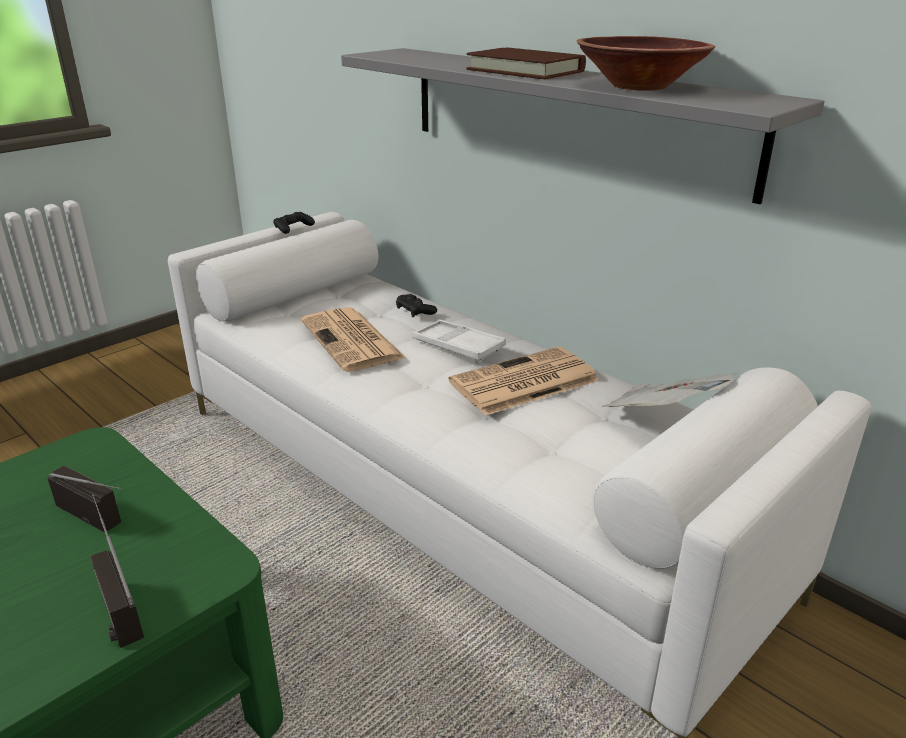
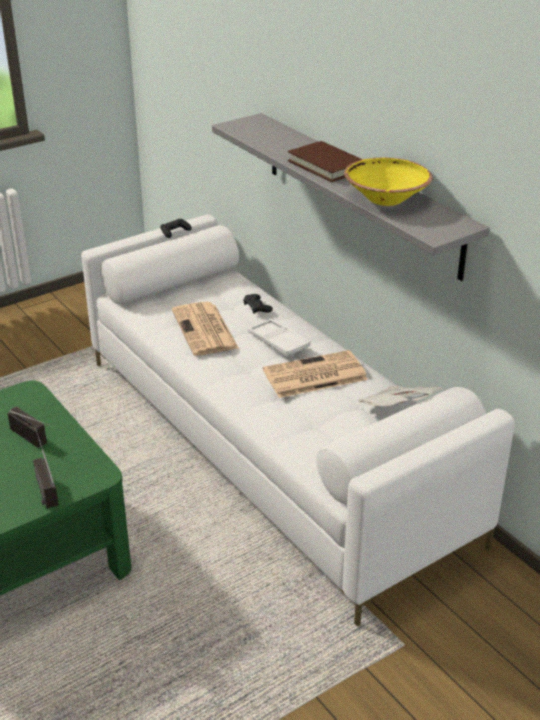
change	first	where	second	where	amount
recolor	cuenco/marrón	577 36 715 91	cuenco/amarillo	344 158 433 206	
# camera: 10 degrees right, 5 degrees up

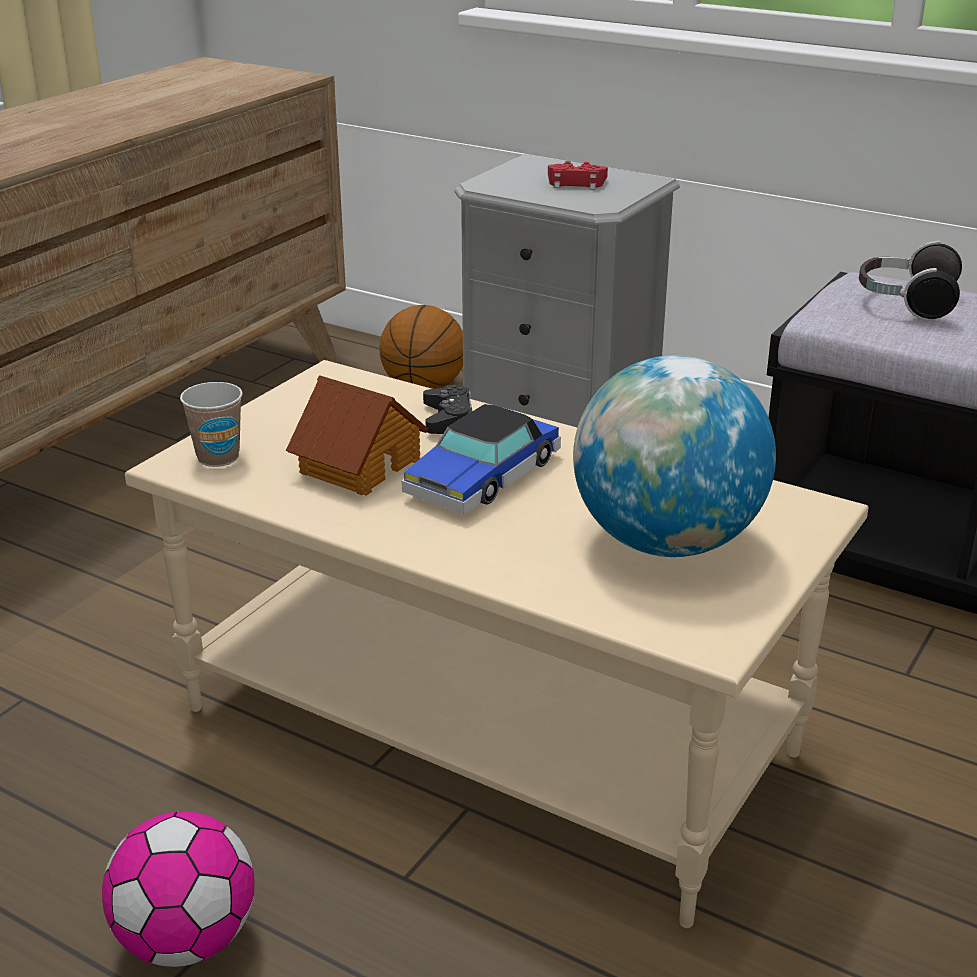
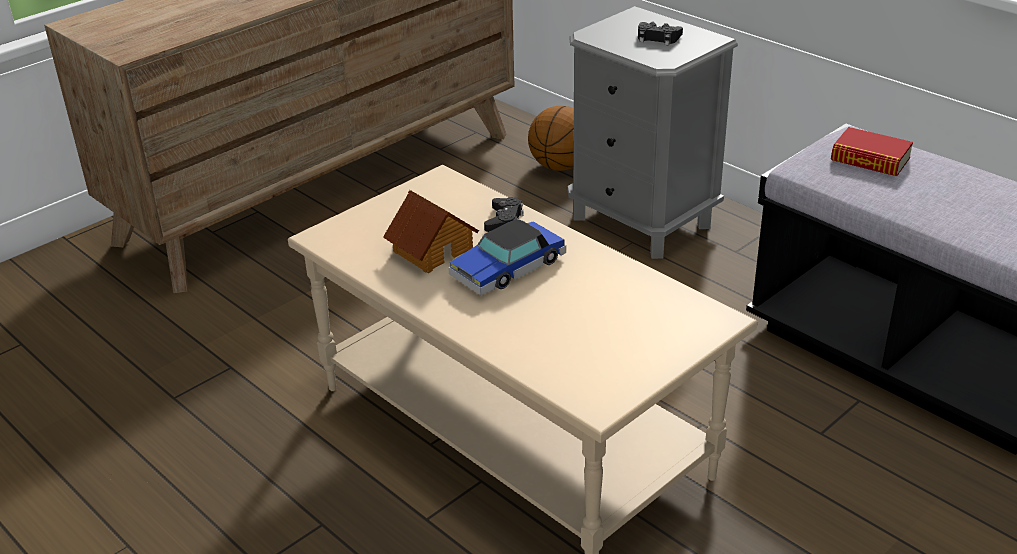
change	first	where	second	where	amount
recolor	mando de consola/rojo	548 161 608 190	mando de consola/negro	638 21 683 45	
replace	auriculares	859 241 962 321	libro	831 127 913 176	
delete	globo terráqueo	573 355 776 557			
delete	taza	180 382 243 467			
delete	balón de fútbol	102 811 255 967			
# camera: 15 degrees right, 5 degrees up

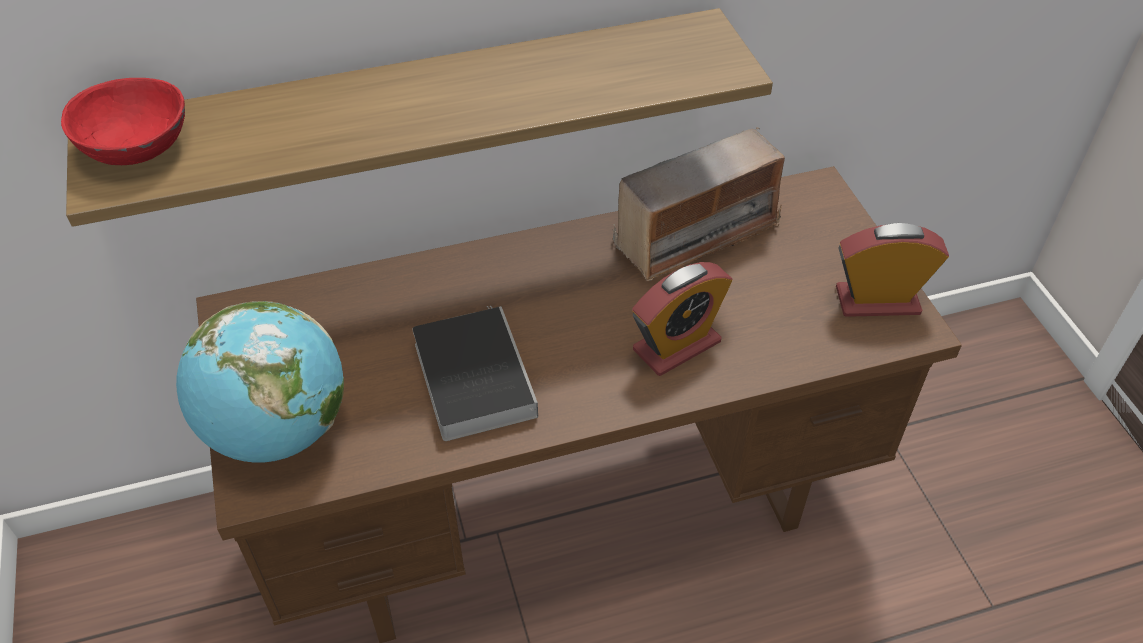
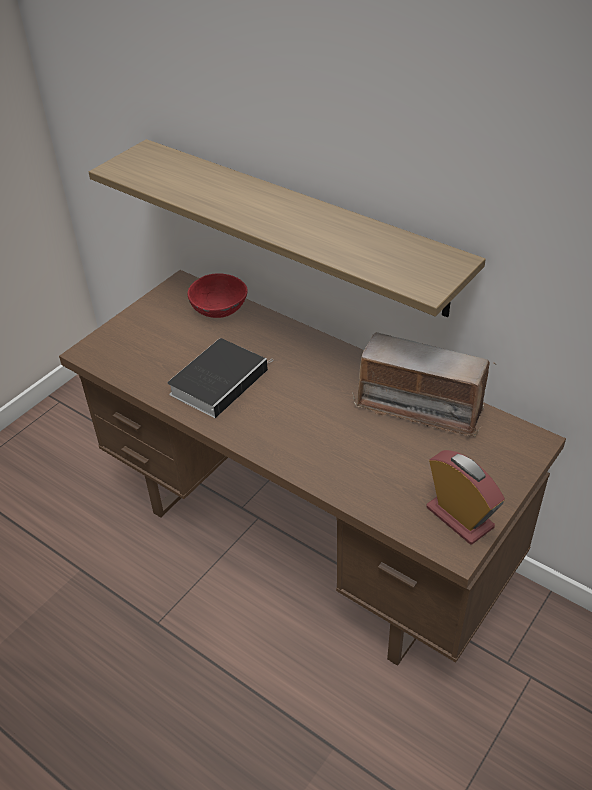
change	first	where	second	where	amount
move	cuenco/rojo	61 78 185 165		187 273 248 318	
delete	despertador	632 262 732 376			
delete	globo terráqueo	176 301 344 462			
# camera: 55 degrees right, 5 degrees down

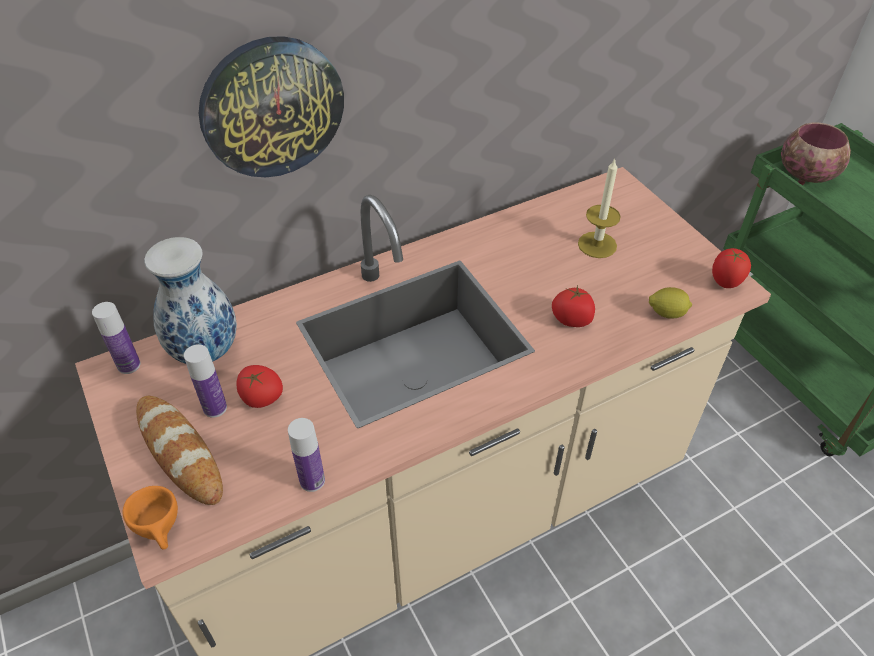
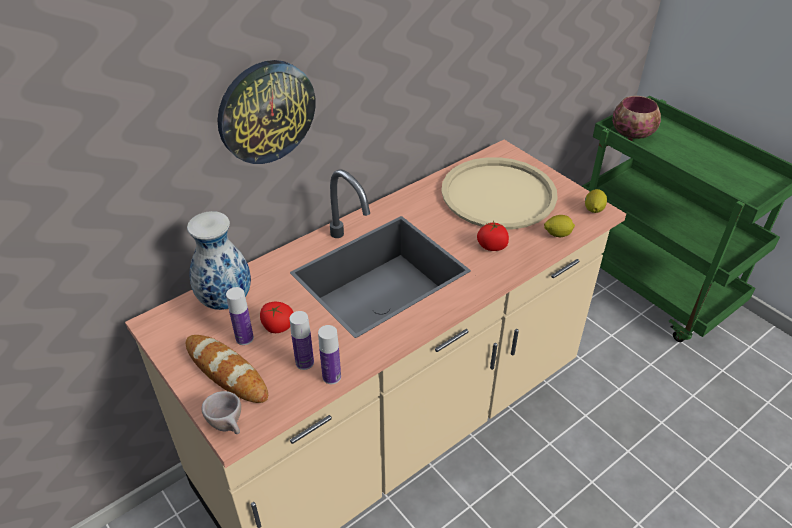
change	first	where	second	where	amount
replace	vela	578 159 621 258	bandeja/beis	441 157 558 230	
replace	tomate	712 248 751 288	limón	585 189 607 213	
move	botella	92 302 141 374		289 311 314 370	
recolor	taza/naranja	122 486 178 550	taza/beis	202 391 241 434	
# camera: 10 degrees left, 5 degrees down

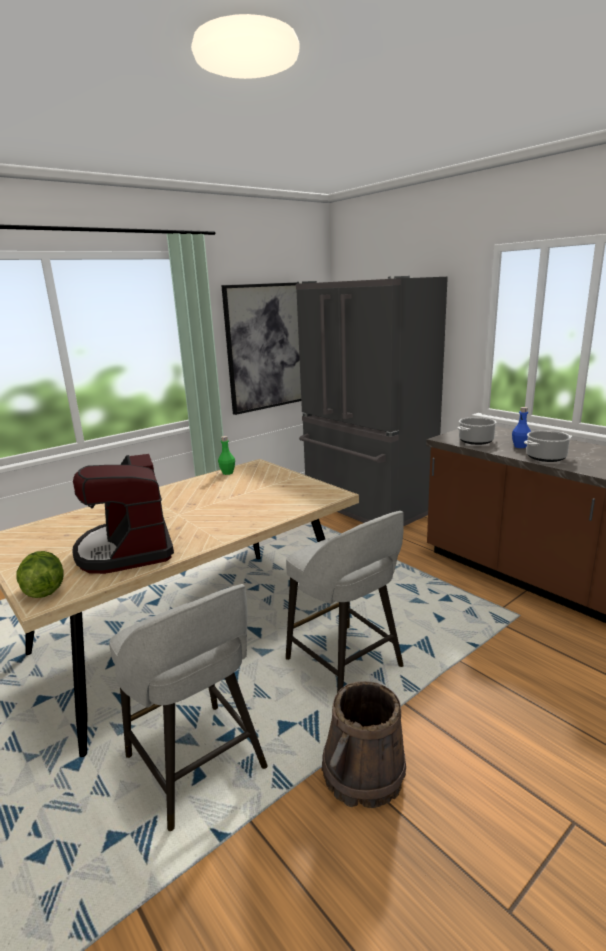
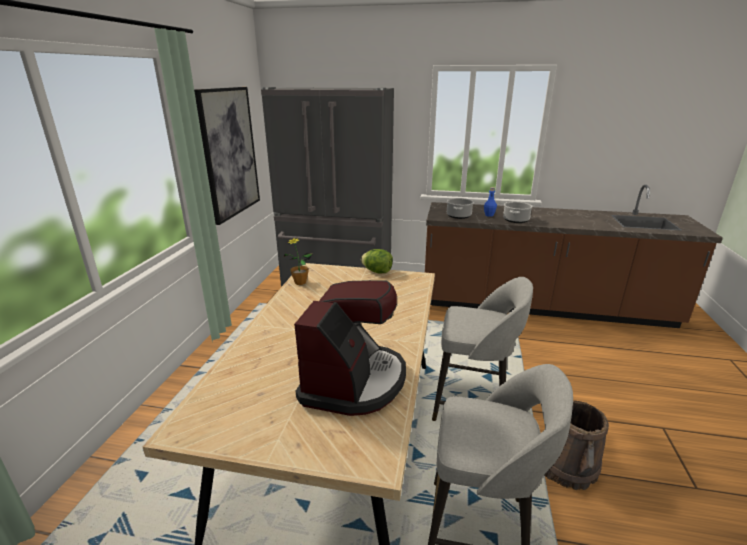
change	first	where	second	where	amount
replace	botella/verde	218 436 235 475	planta en maceta	284 238 313 285	
rotate	cafetera	73 454 174 574		294 280 406 416	105 degrees counterclockwise
move	lechuga	16 551 64 598		361 249 393 273	
# camera: 40 degrees left, 5 degrees up

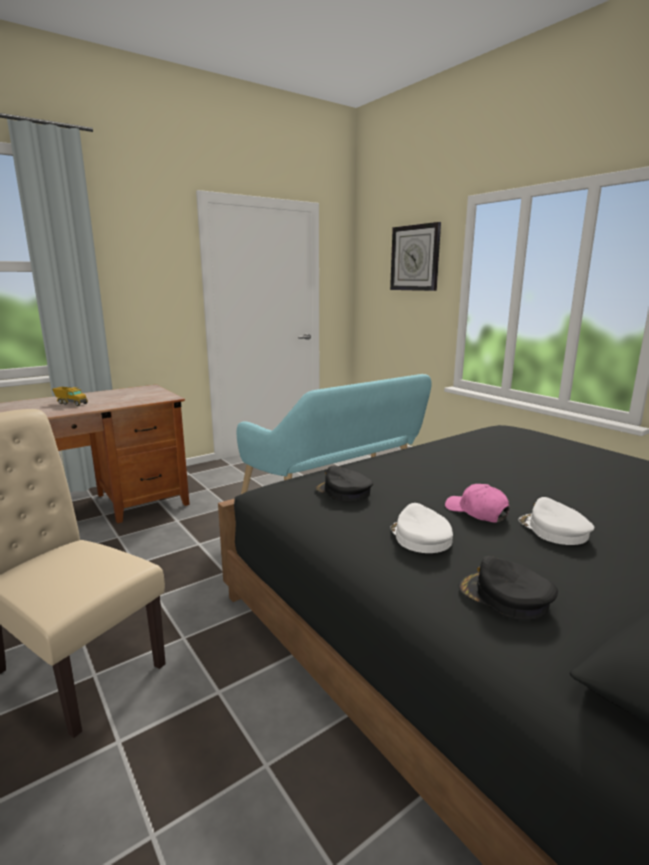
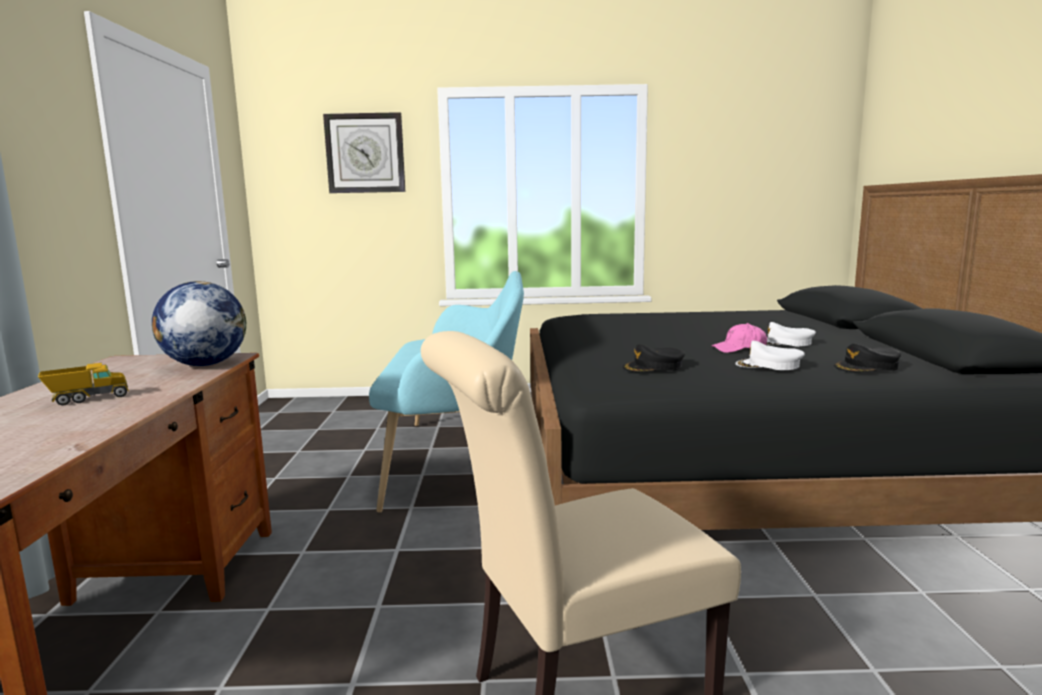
change	first	where	second	where	amount
insert			globo terráqueo	152 281 246 366	
# camera: 55 degrees left, 5 degrees down

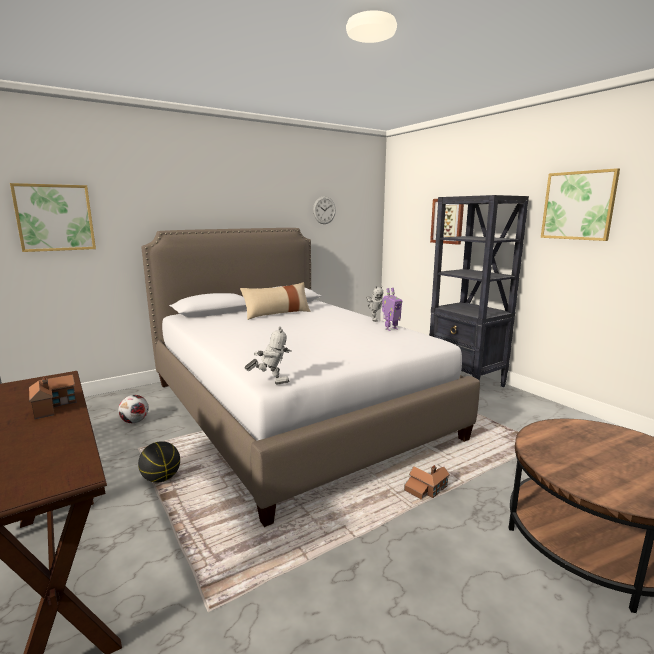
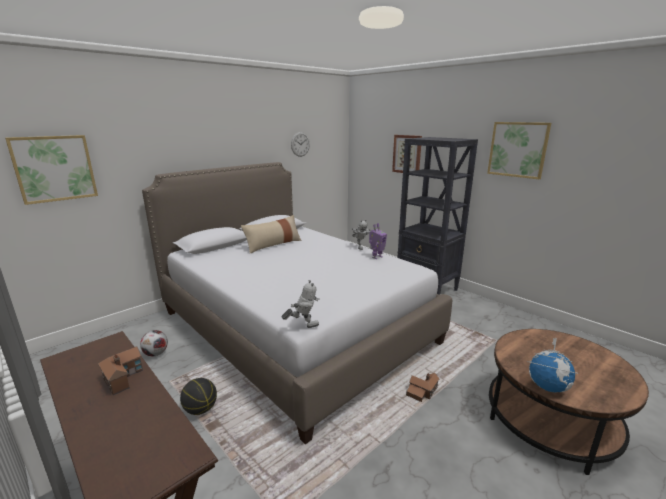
change	first	where	second	where	amount
insert			globo terráqueo	527 338 579 392	
# camera: 10 degrees left, 5 degrees up

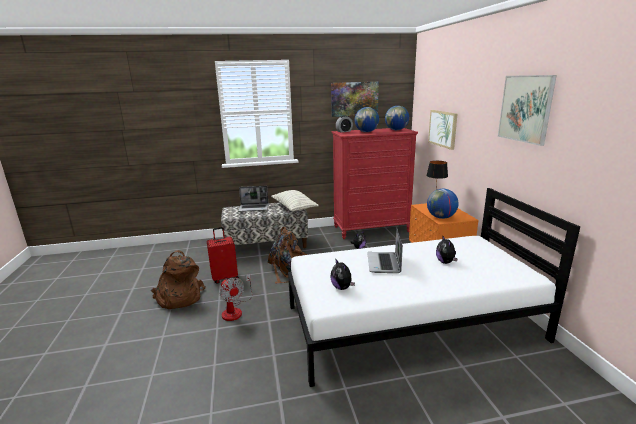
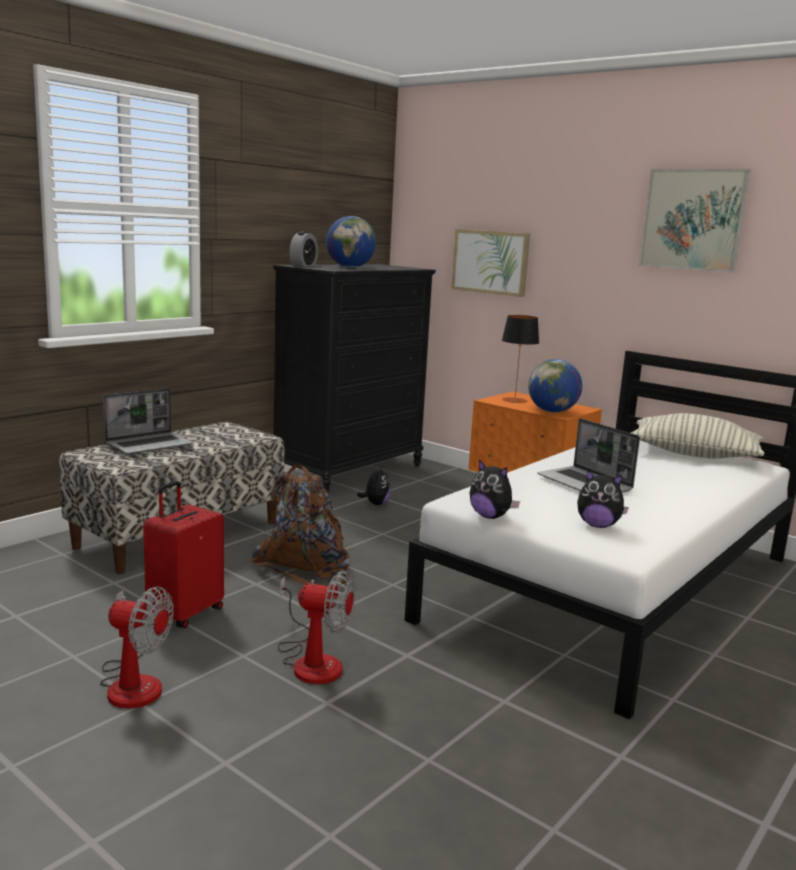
change	first	where	second	where	amount
delete	cuadro	331 82 379 117			
delete	globo terráqueo	385 106 409 130			
recolor	cómoda/rojo	332 128 418 239	cómoda/negro	273 264 436 492	
move	cojín	271 190 319 211		631 413 765 459	
move	peluche	436 235 458 264		470 460 520 519	
replace	mochila/marrón	151 250 206 309	ventilador	100 586 173 709	
# camera: 40 degrees left, 5 degrees down

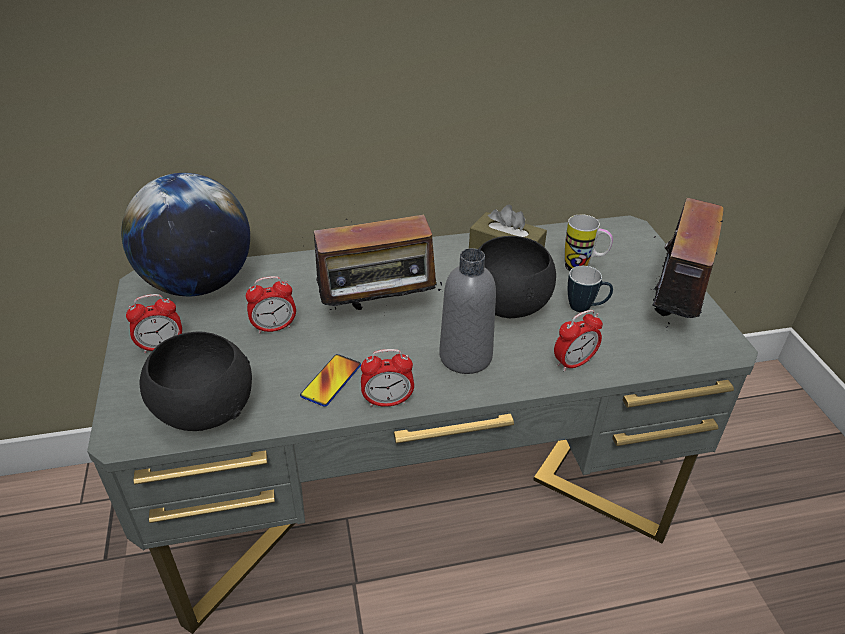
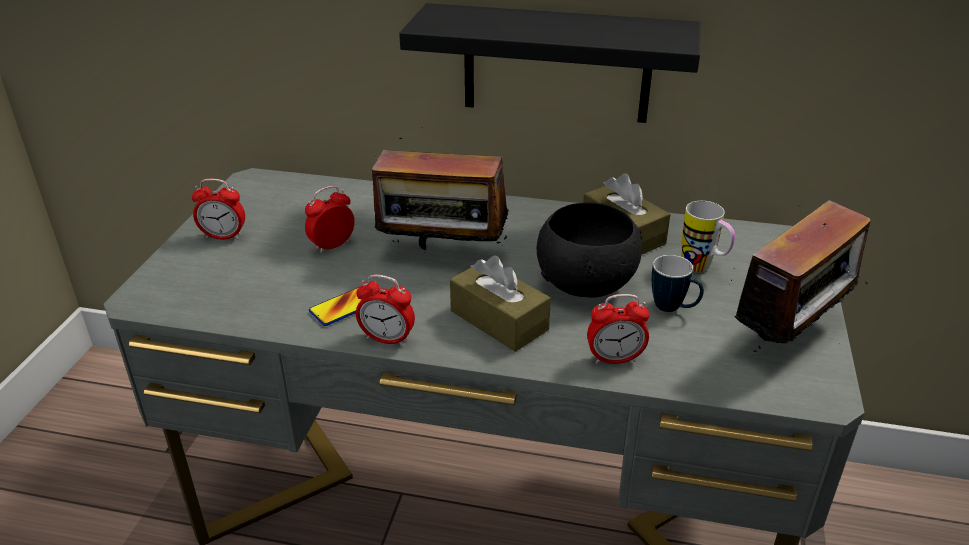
change	first	where	second	where	amount
delete	globo terráqueo	121 173 250 296			
replace	botella/gris	439 248 496 374	caja de pañuelos/marrón	450 255 551 352	
rotate	despertador	246 276 296 334		305 186 355 253	135 degrees clockwise
delete	cuenco/negro	140 332 252 431			
insert			estante/negro	399 3 701 123	
# camera: 25 degrees right, 5 degrees down

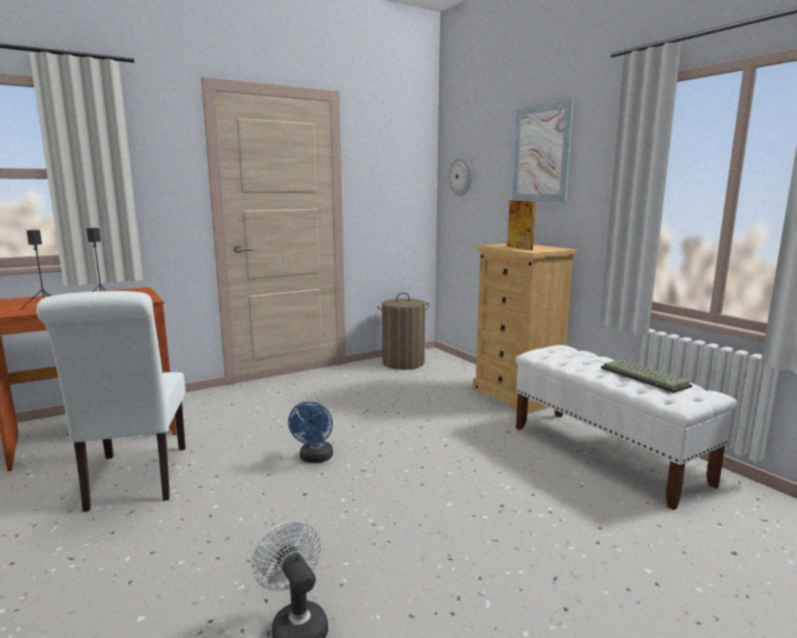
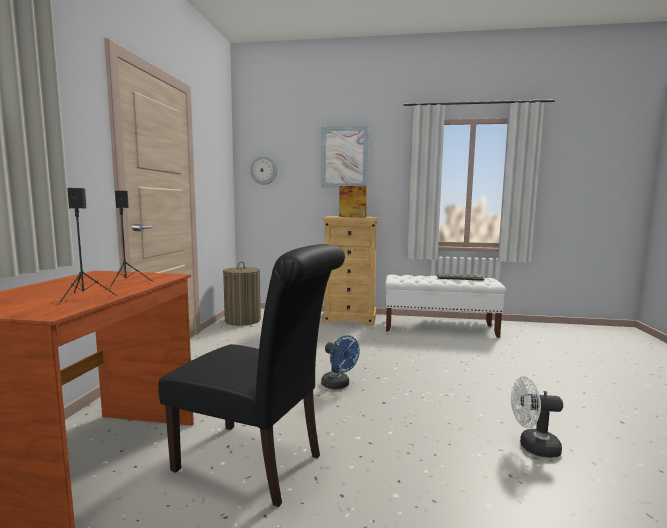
change	first	where	second	where	amount
recolor	silla/blanco	36 291 186 512	silla/negro	158 244 345 507	
# camera: 50 degrees left, 5 degrees down

